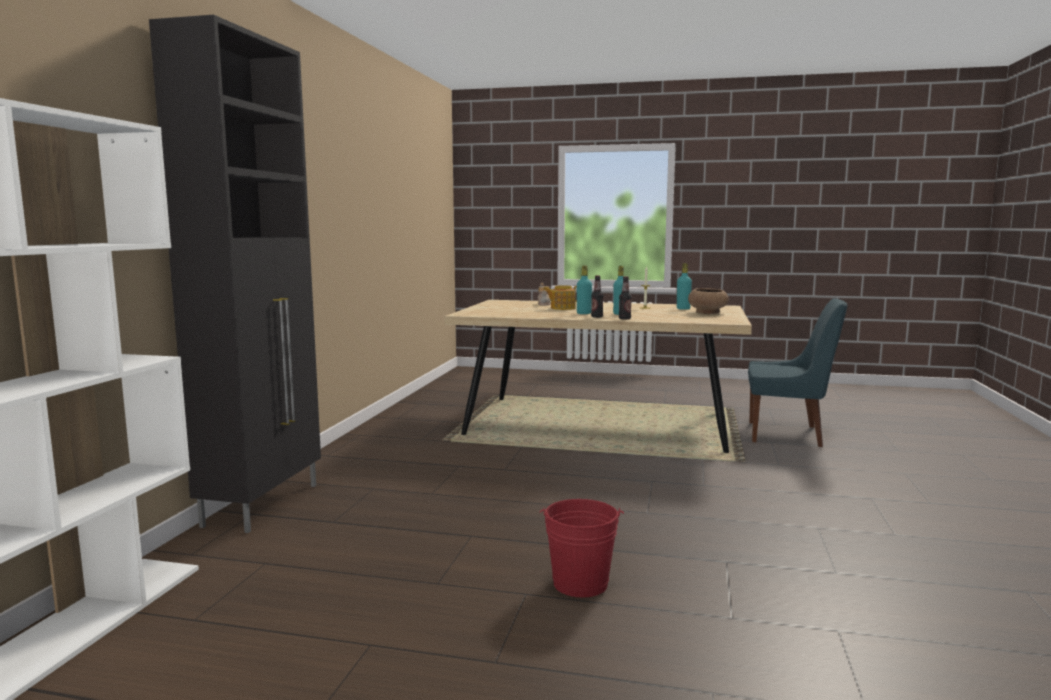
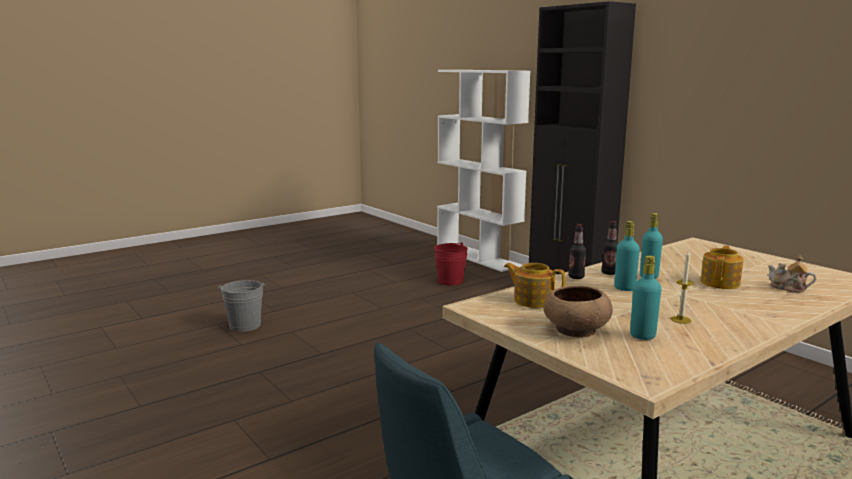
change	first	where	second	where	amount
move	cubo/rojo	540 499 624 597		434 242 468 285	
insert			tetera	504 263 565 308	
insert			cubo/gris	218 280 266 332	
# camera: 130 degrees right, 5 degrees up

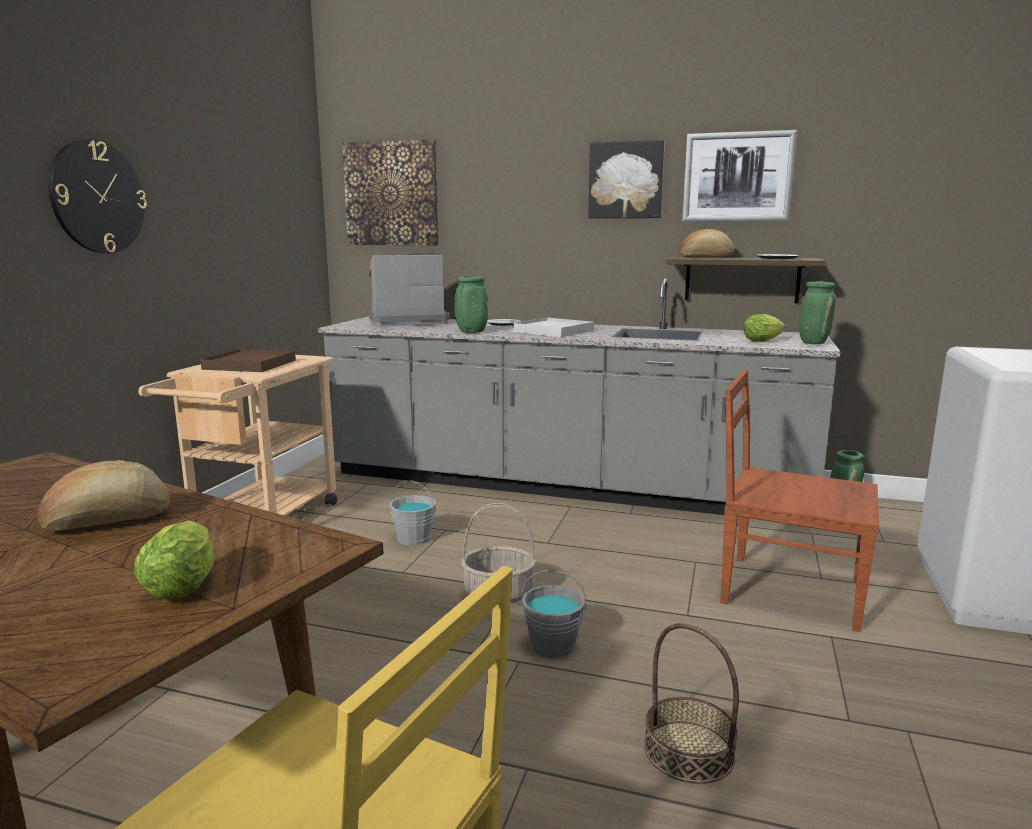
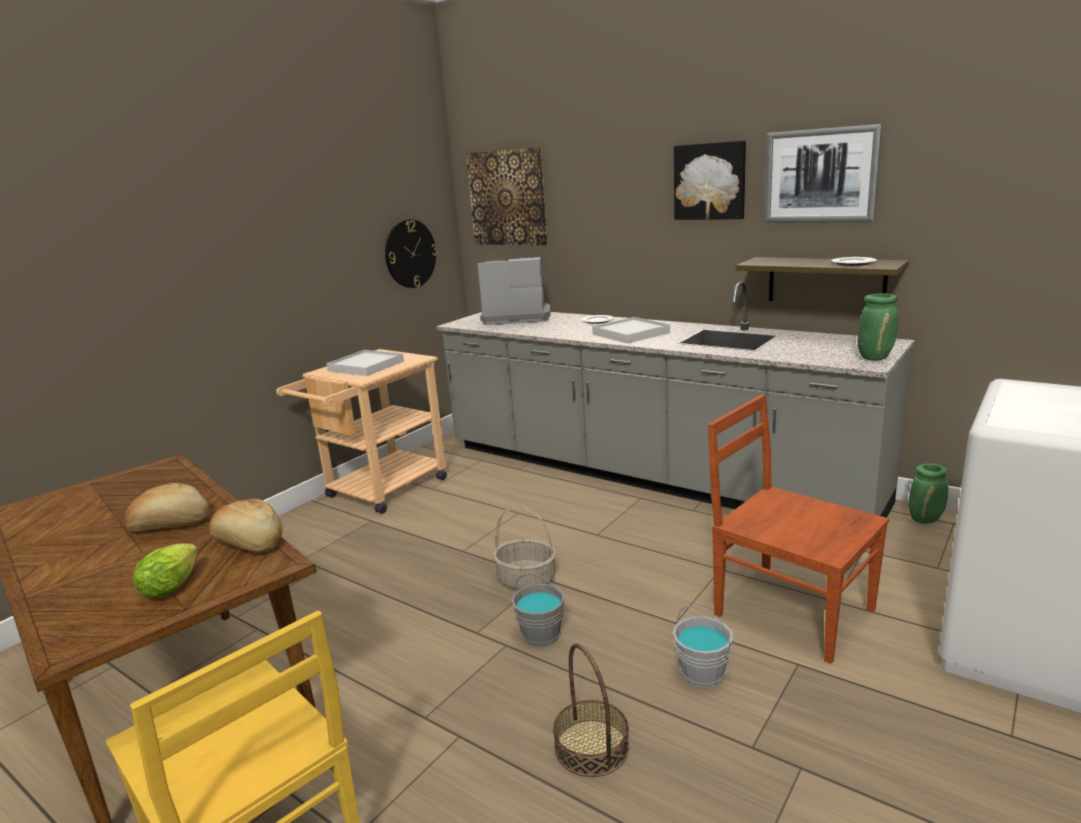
change	first	where	second	where	amount
move	reloj de pared	48 139 147 253		385 219 437 288	
move	pan	679 229 734 258		209 499 283 553	
delete	florero/verde	454 276 488 333			
delete	lechuga	743 314 785 342			
recolor	bandeja/marrón	200 349 296 372	bandeja/blanco	326 350 404 376	
move	cubo/gris	389 480 436 546		673 605 733 688	
# camera: 20 degrees right, 5 degrees up

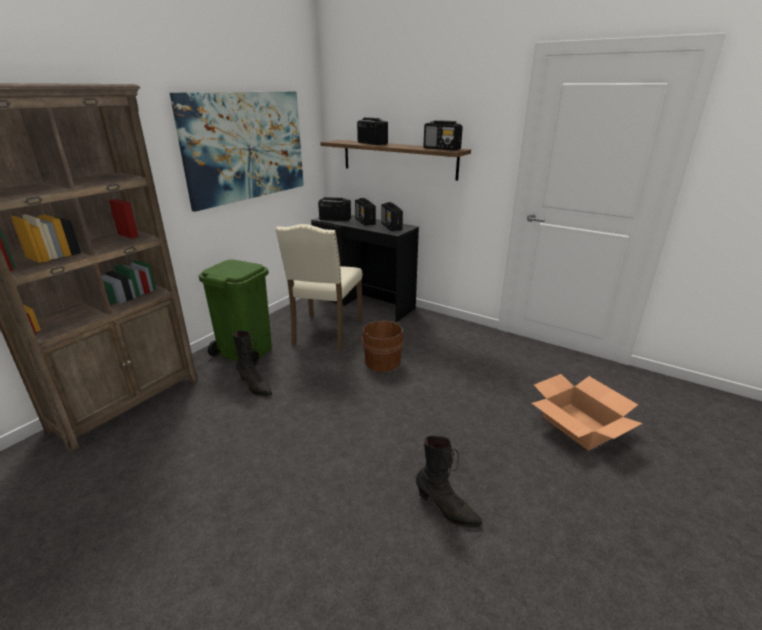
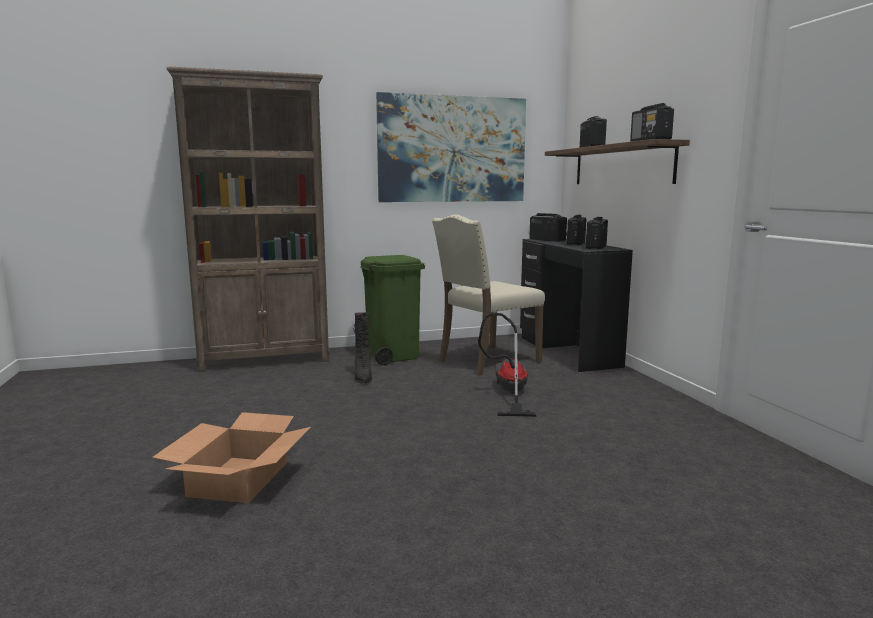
change	first	where	second	where	amount
replace	cubo/marrón	359 321 404 372	aspiradora	478 313 537 417	
move	caja de cartón	532 374 643 450		152 412 311 503	
delete	bota/negro	416 435 482 528			
# camera: 40 degrees right, 15 degrees down

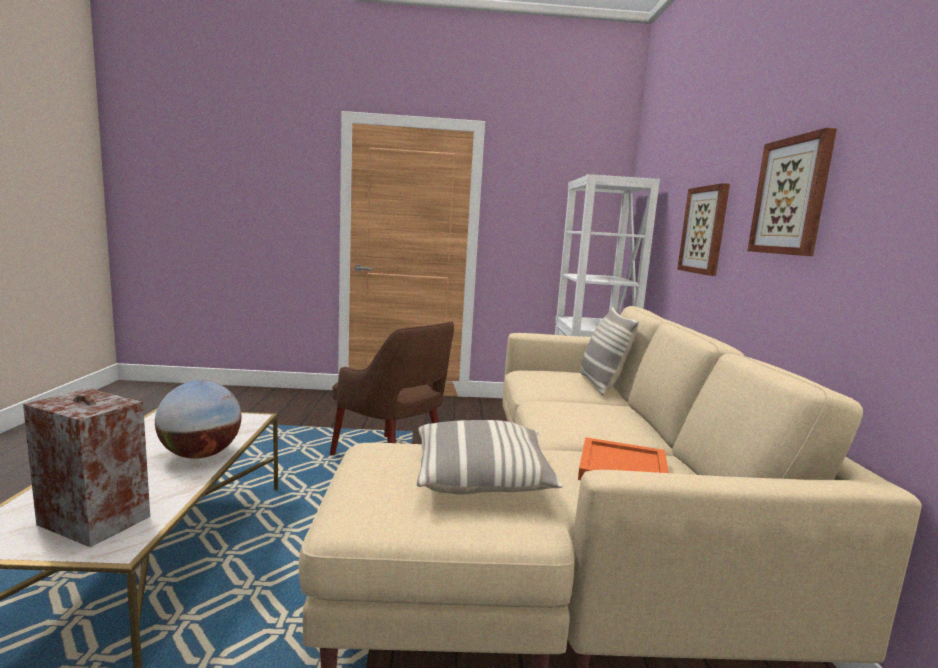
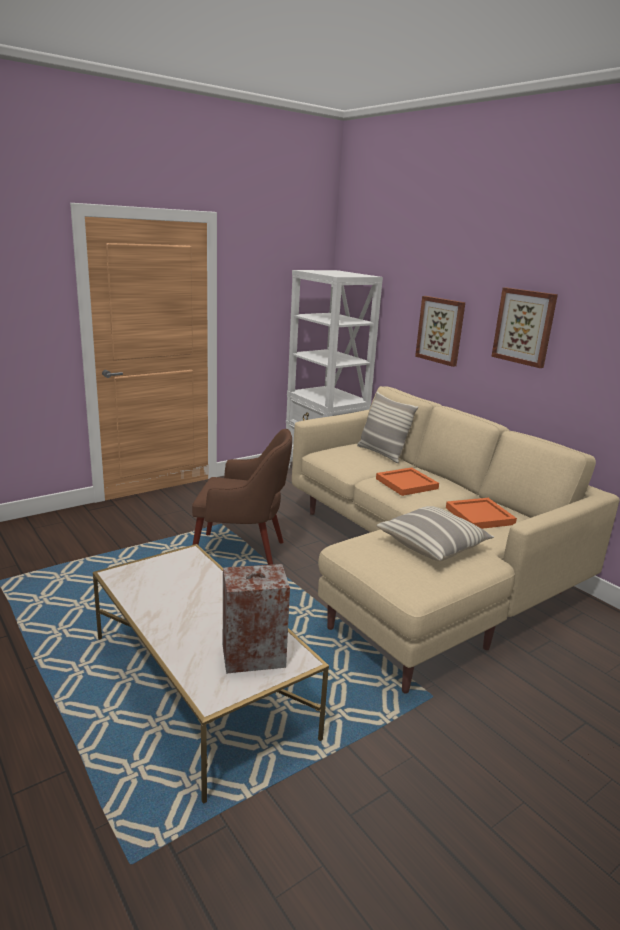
change	first	where	second	where	amount
delete	globo terráqueo	155 380 241 459			
insert			bandeja/naranja	376 467 439 496	
# camera: 35 degrees left, 10 degrees up

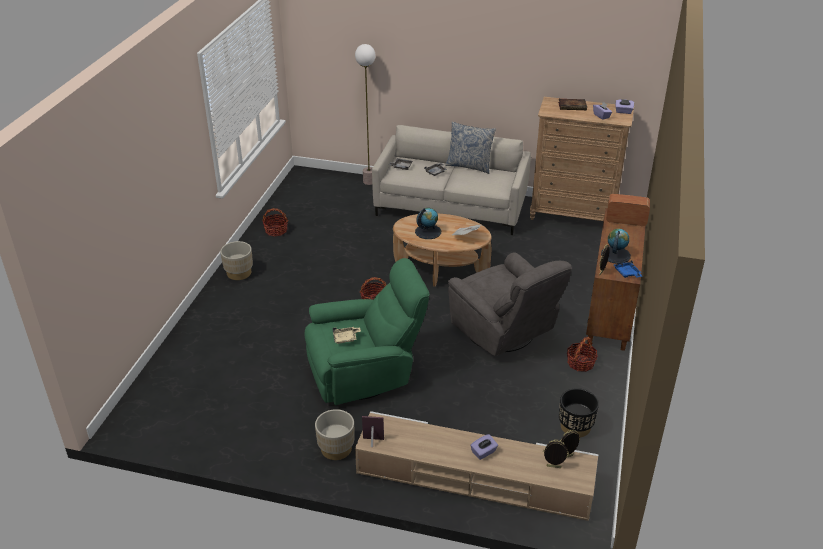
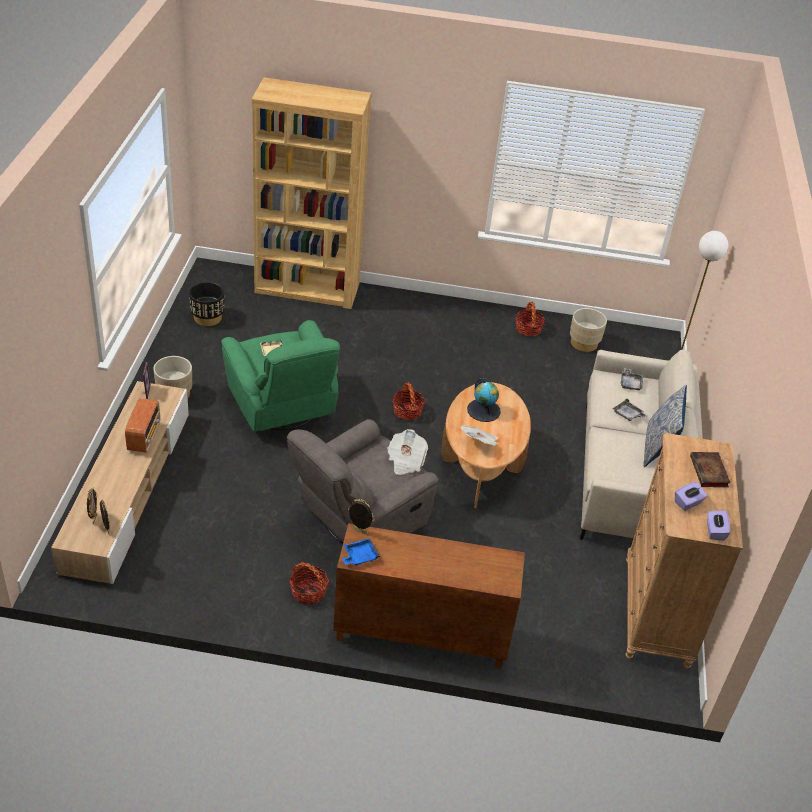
change	first	where	second	where	amount
move	radio	606 194 650 226		125 398 160 453	
delete	globo terráqueo	601 229 631 264			
move	maceta/beis	220 241 253 280		570 308 607 352	
move	maceta/negro	559 388 599 437		189 282 224 326	
delete	caja de pañuelos/morado	470 434 498 460			
insert			estantería/marrón	252 77 371 309	
insert			periódico	387 429 428 475	
# camera: 80 degrees right, 5 degrees up

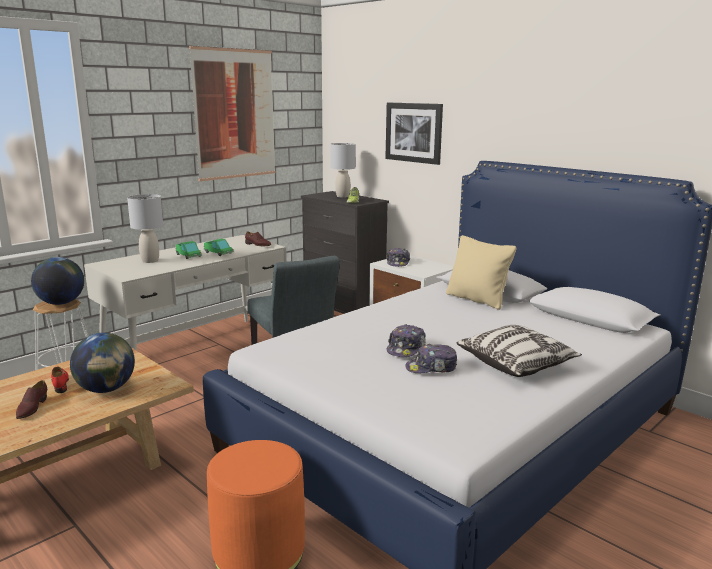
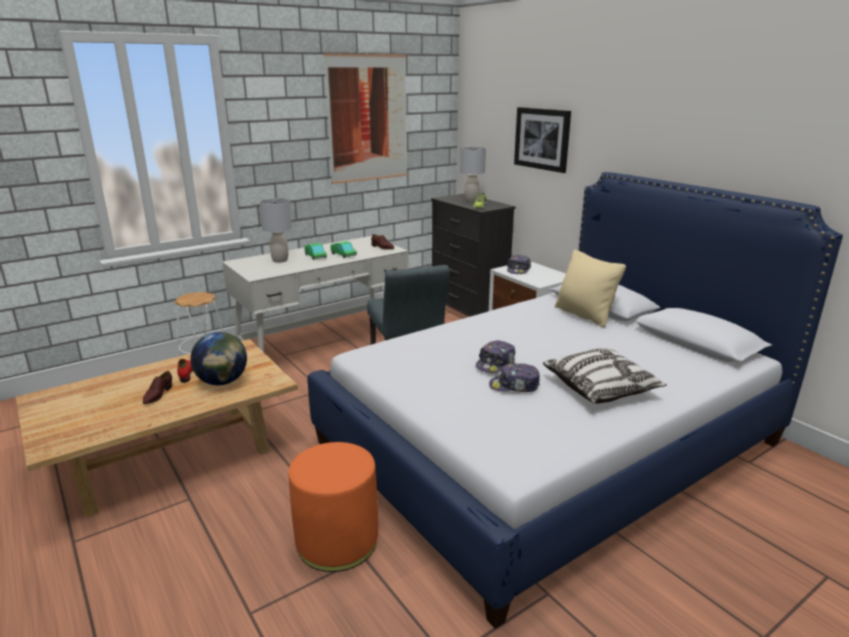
change	first	where	second	where	amount
delete	globo terráqueo	31 257 84 305			
# camera: 10 degrees right, 5 degrees up

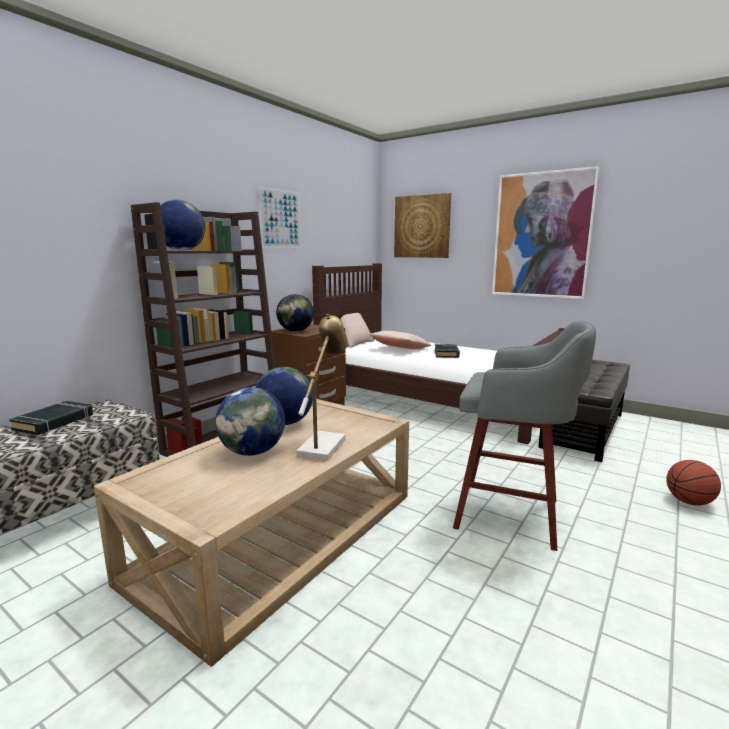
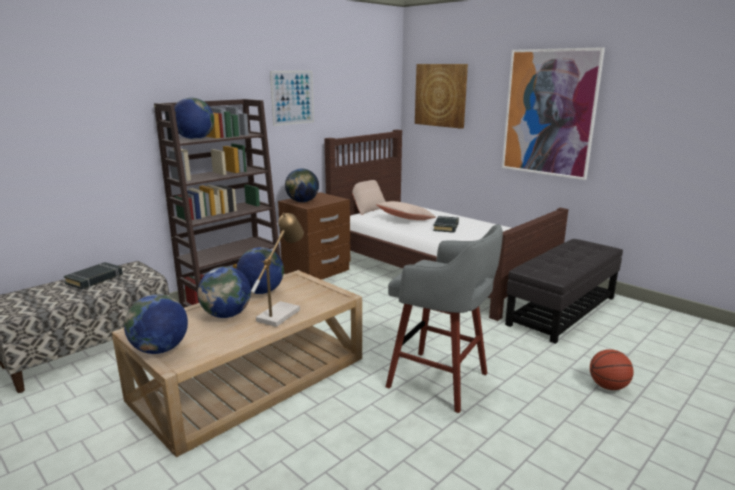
change	first	where	second	where	amount
insert			globo terráqueo	124 294 188 354	
# camera: 10 degrees right, 5 degrees up

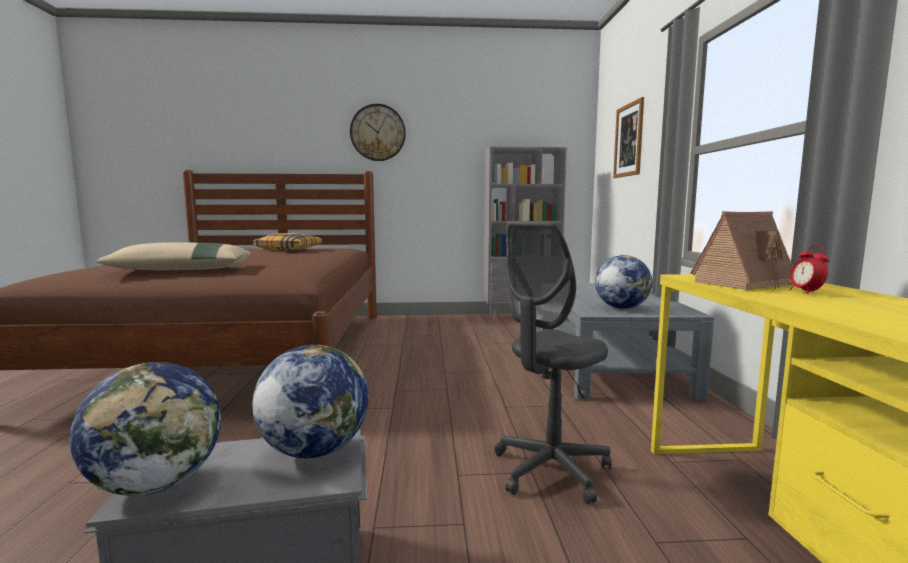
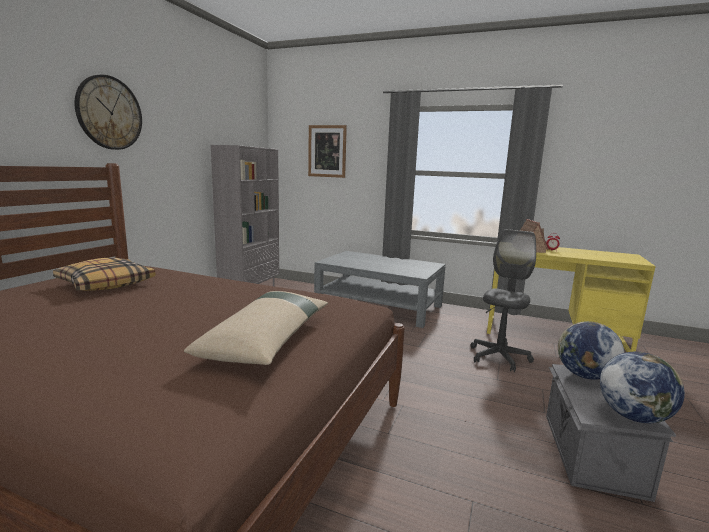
change	first	where	second	where	amount
rotate	silla de oficina/gris	495 221 612 504		471 229 536 372	135 degrees counterclockwise
delete	globo terráqueo	595 255 652 309			
# camera: 65 degrees left, 5 degrees up

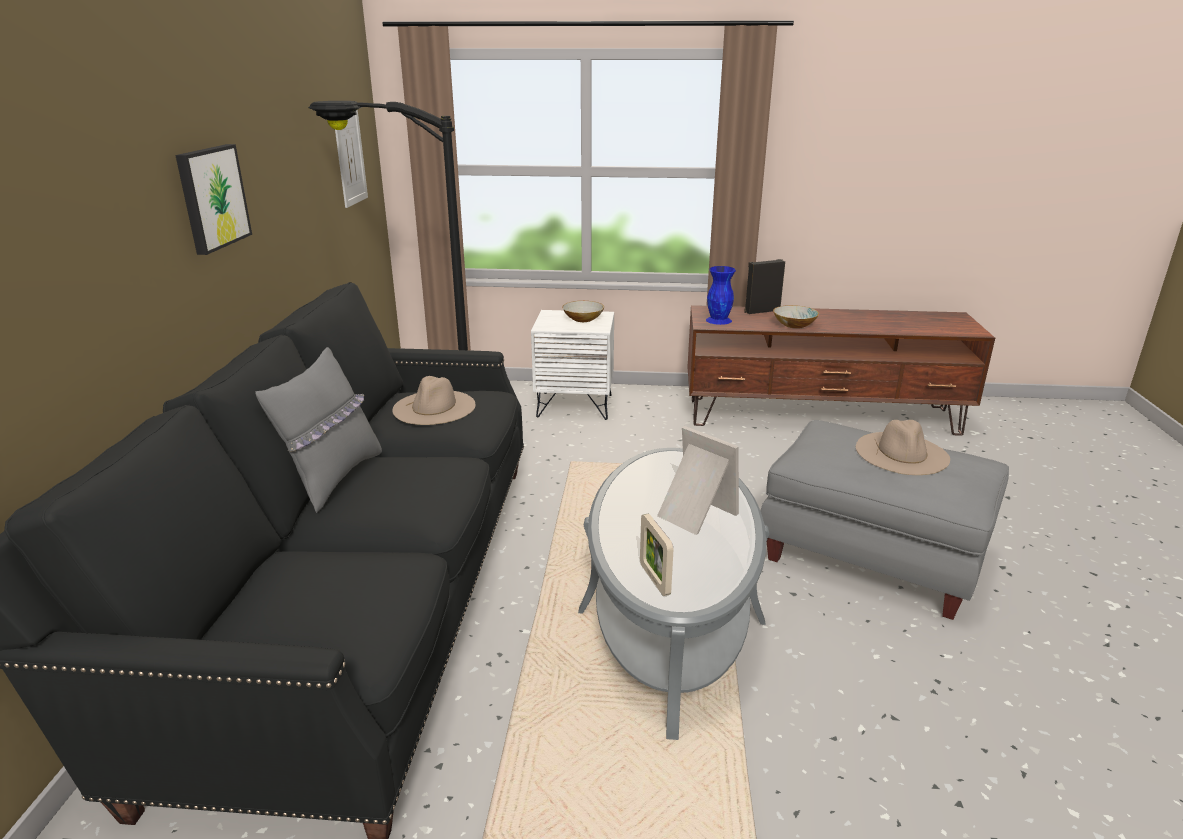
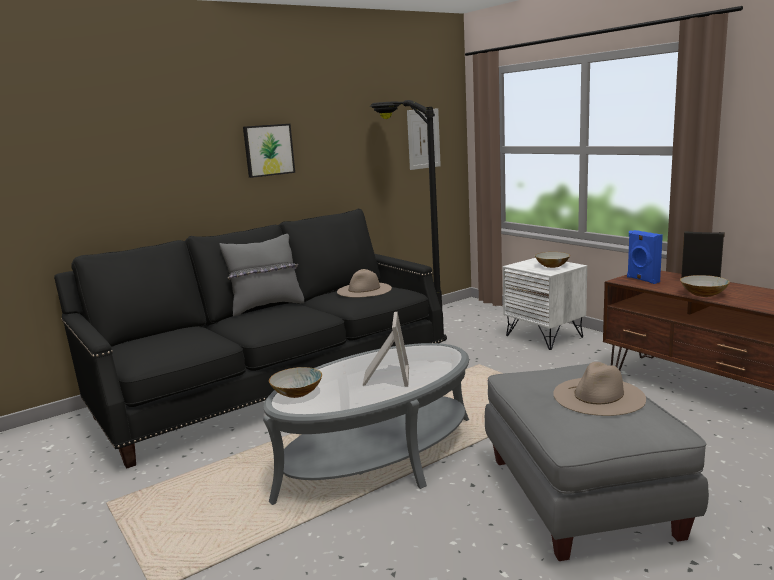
change	first	where	second	where	amount
replace	florero/azul	706 266 736 325	altavoz/azul	627 230 663 284	
replace	portarretratos	640 514 673 596	cuenco	269 367 322 398	
# camera: 50 degrees right, 10 degrees down

